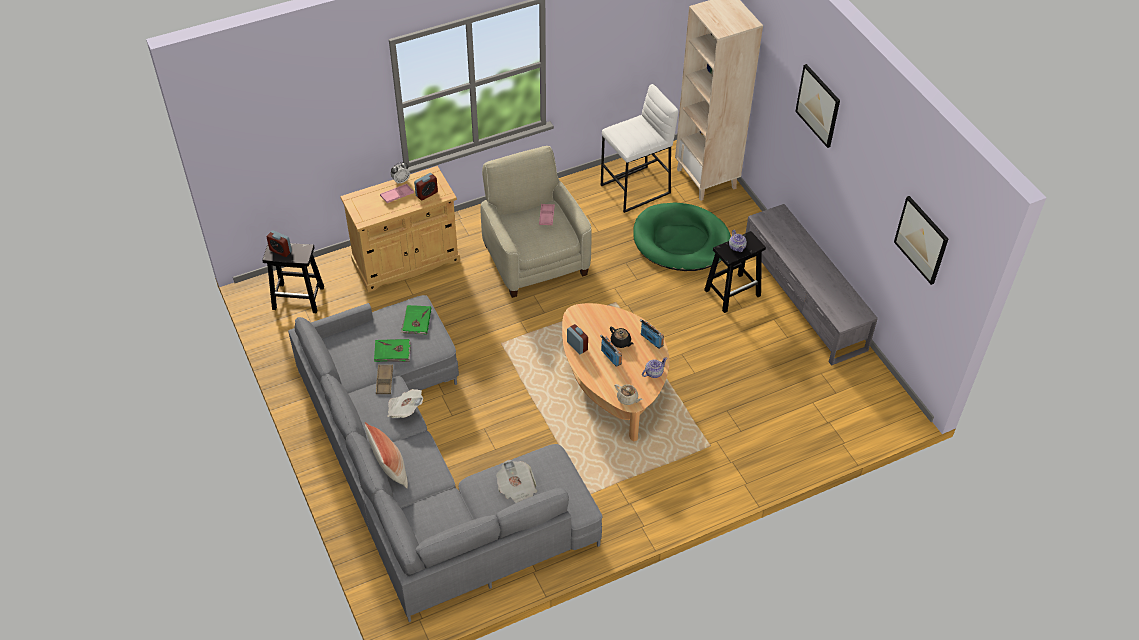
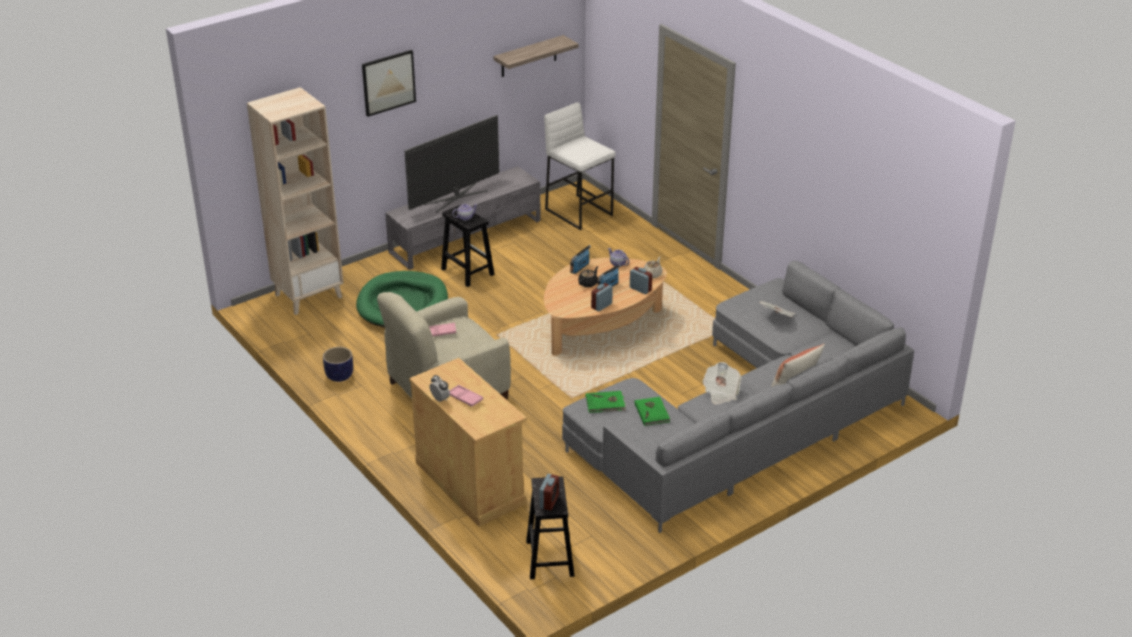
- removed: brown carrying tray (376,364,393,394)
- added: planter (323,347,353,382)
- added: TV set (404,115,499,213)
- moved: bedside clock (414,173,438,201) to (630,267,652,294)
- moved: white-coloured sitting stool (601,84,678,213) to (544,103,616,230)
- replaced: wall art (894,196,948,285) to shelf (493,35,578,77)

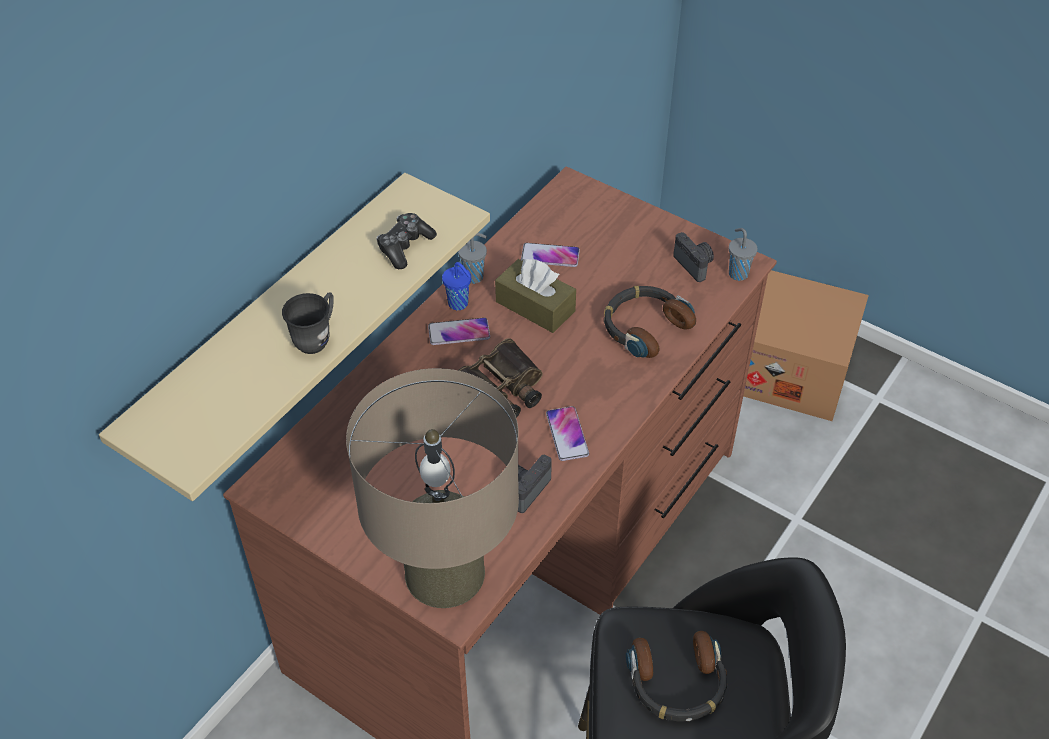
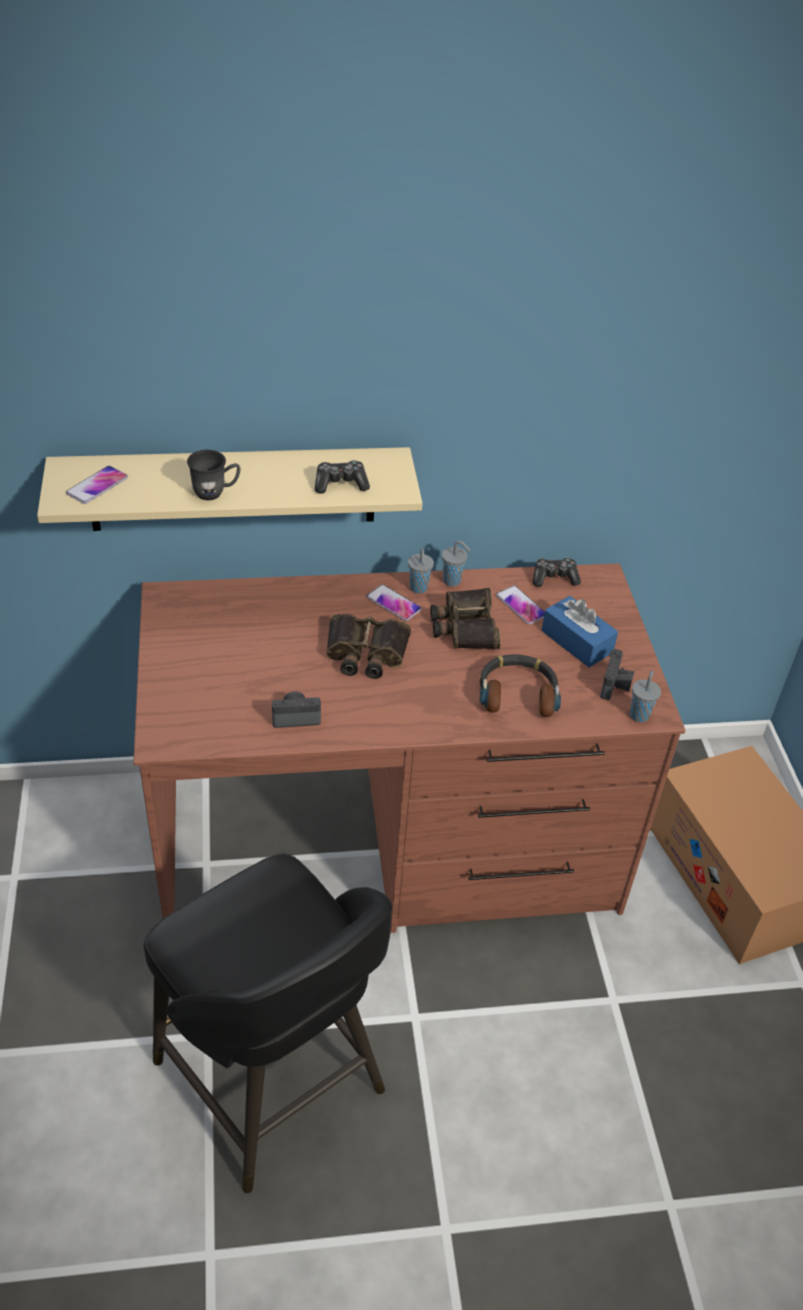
- removed: beige table lamp (346,368,519,608)
- removed: pair of headphones (626,631,727,721)
- added: game controller (533,557,581,587)
- added: blue-coloured tissue box (541,596,618,667)
- moved: telephone (546,406,589,461) to (66,466,128,504)
- replaced: brown tissue box (495,259,576,333) to pair of binoculars (430,588,500,649)
- recoloured: blue-coloured small cup (442,262,471,310) to grey small cup (408,548,434,594)

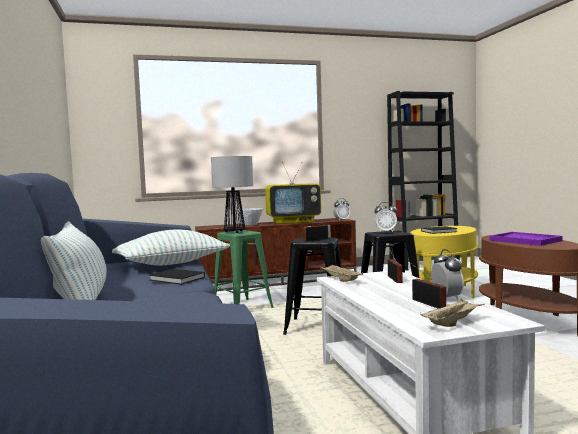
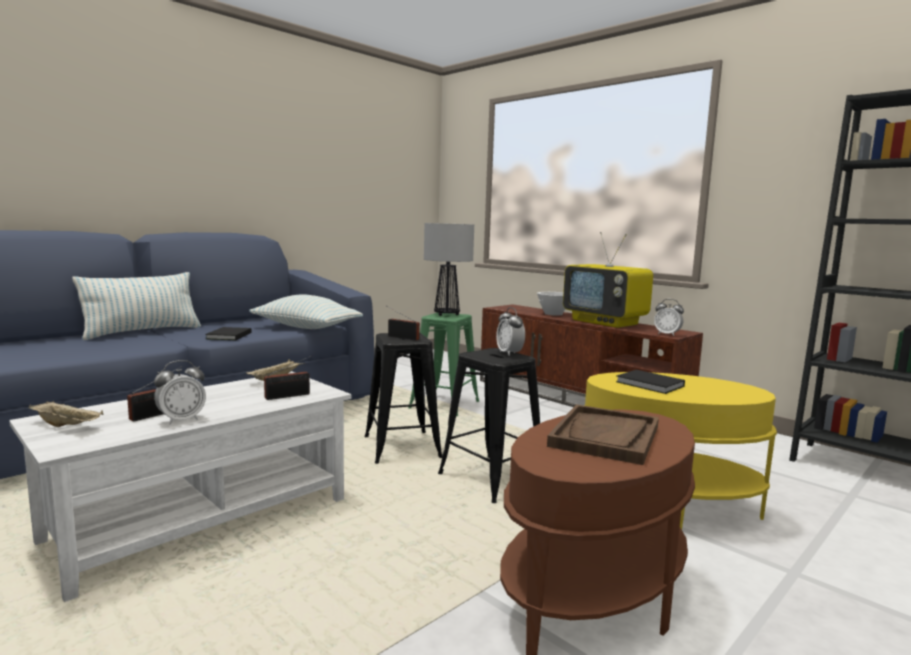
- recoloured: purple carrying tray (490,232,562,246) to brown carrying tray (547,404,659,465)

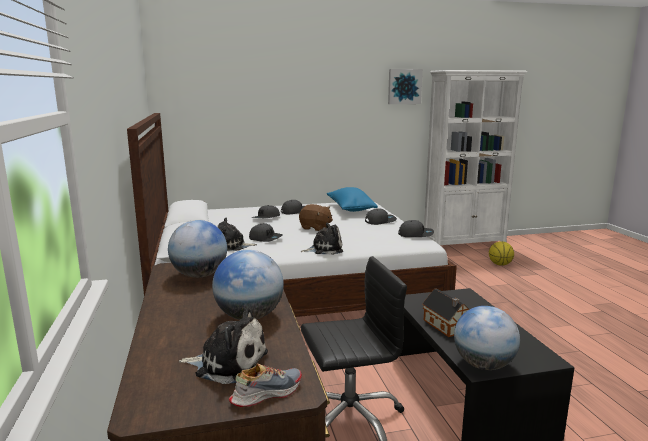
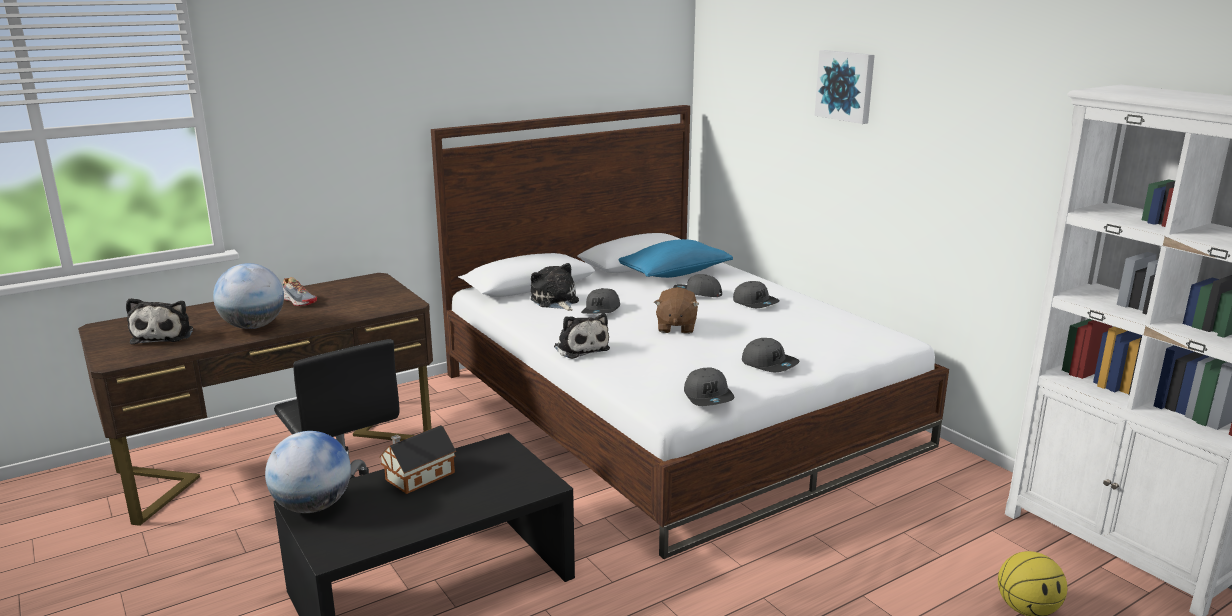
- removed: world globe (168,220,227,278)
- moved: item of footwear (229,364,302,407) to (283,277,317,306)
- moved: blue-coloured throw pillow (327,187,378,212) to (618,239,733,278)
- moved: wall art (388,69,423,104) to (815,50,875,124)

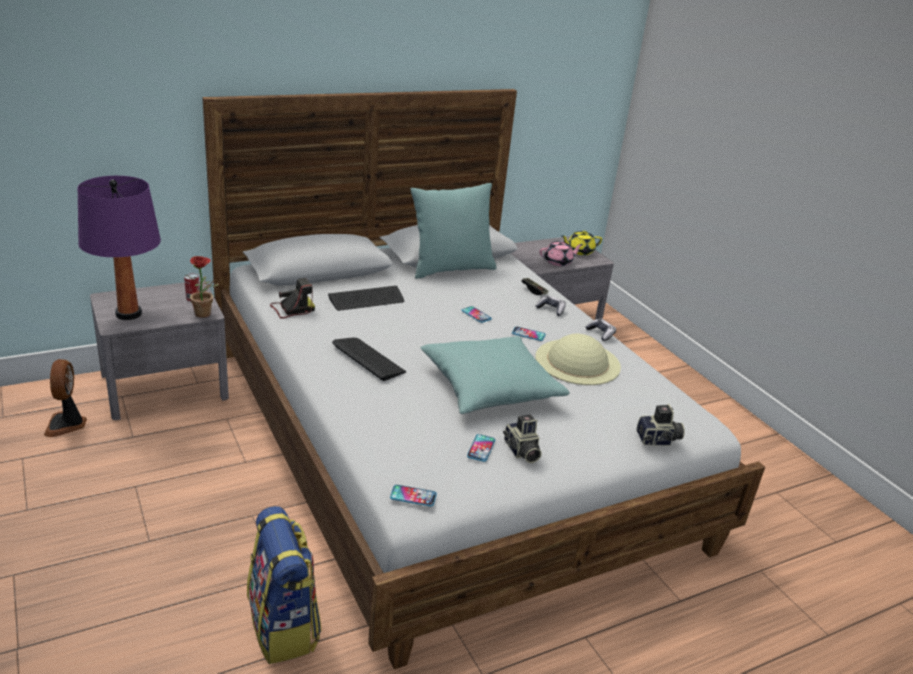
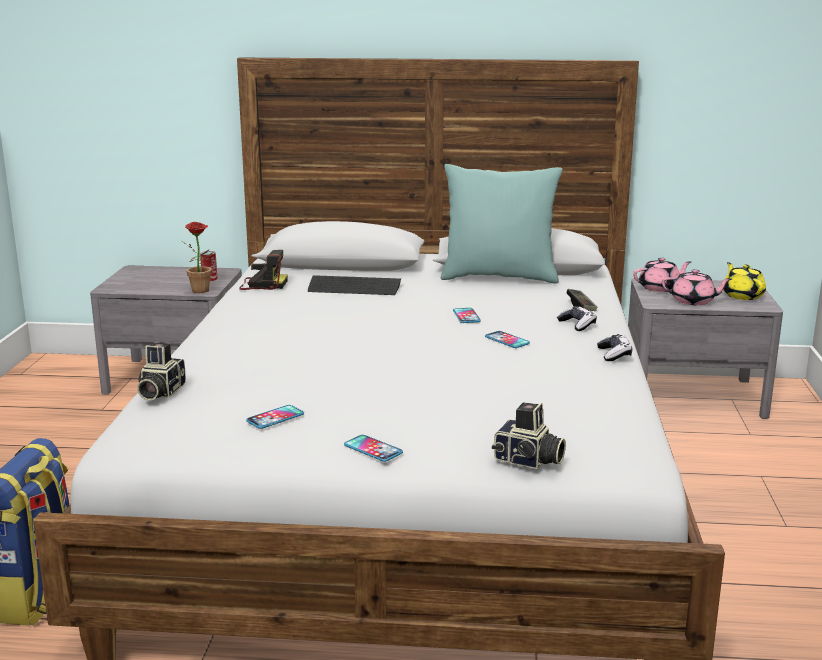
- removed: fan (44,359,87,437)
- removed: purple table lamp (77,176,161,320)
- removed: PC keyboard (332,338,406,381)
- removed: turquoise throw pillow (420,336,570,414)
- removed: beige clothing hat (536,334,621,385)
- added: pink teapot (633,257,691,292)
- moved: telephone (390,485,437,507) to (344,435,403,462)
- moved: still camera (503,414,542,463) to (137,343,186,400)
- turned: yellow teapot (562,230,602,255) = (723,262,766,300) 60 degrees clockwise

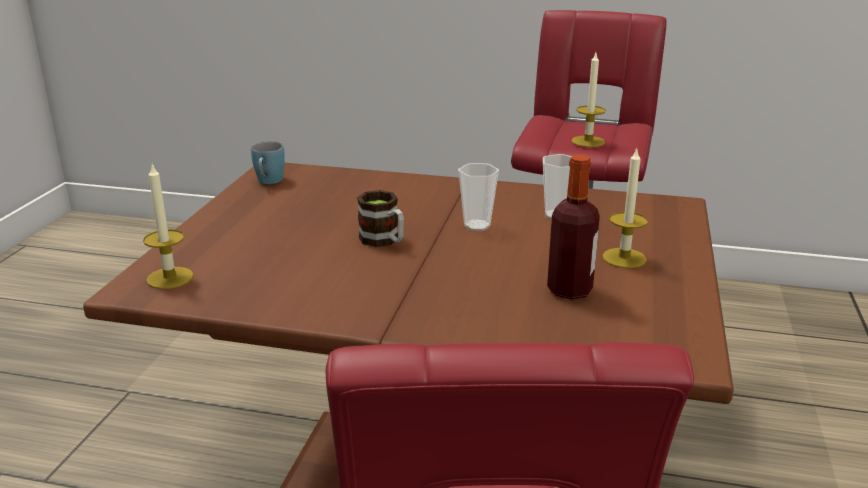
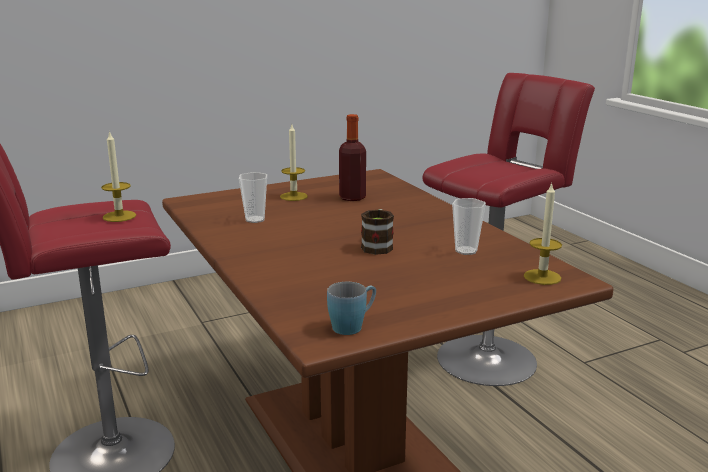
- moved: small cup (458,163,499,231) to (452,198,486,255)

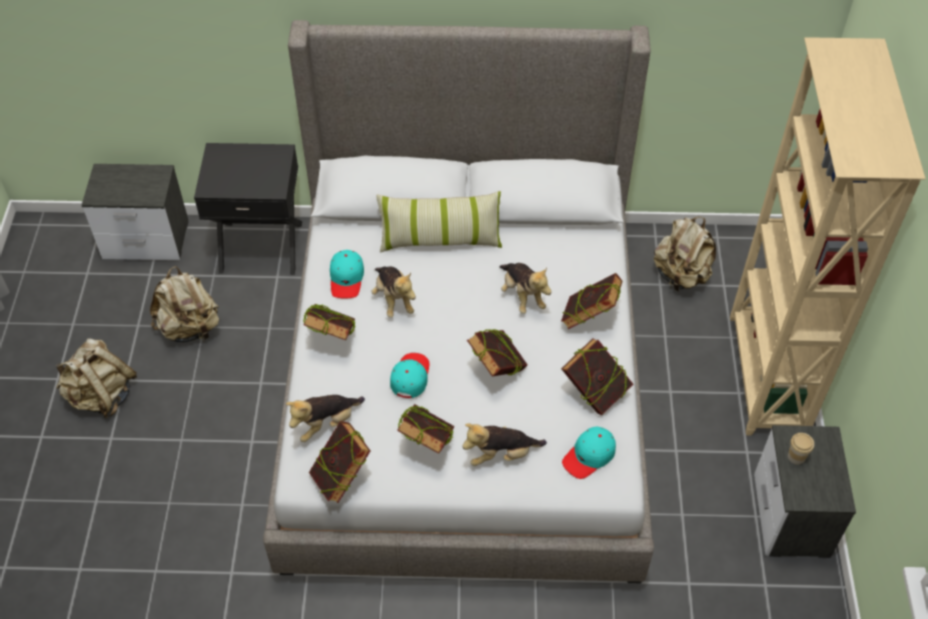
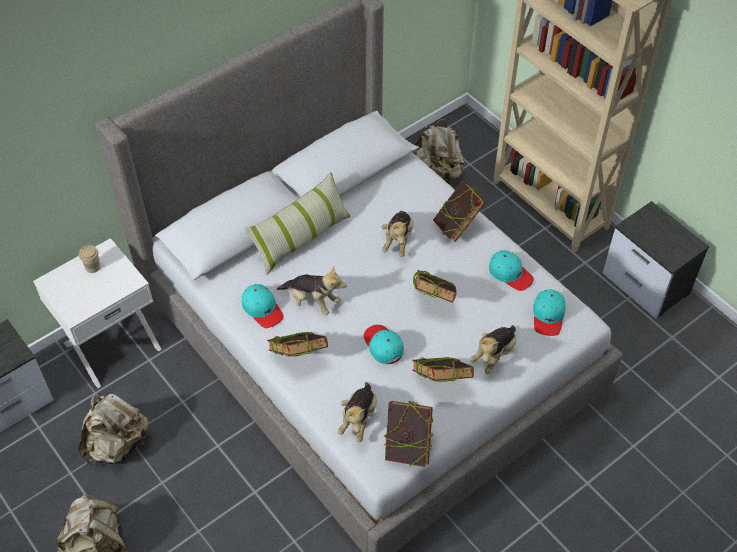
- moved: small cup (788,433,814,465) to (79,245,100,273)
- replaced: book (561,338,633,415) to turquoise peaked cap (489,250,534,291)
- recoloured: black nightstand (194,143,302,275) to white-coloured nightstand (33,238,162,388)
- turned: plush toy (499,263,551,314) = (382,211,413,257) 75 degrees clockwise

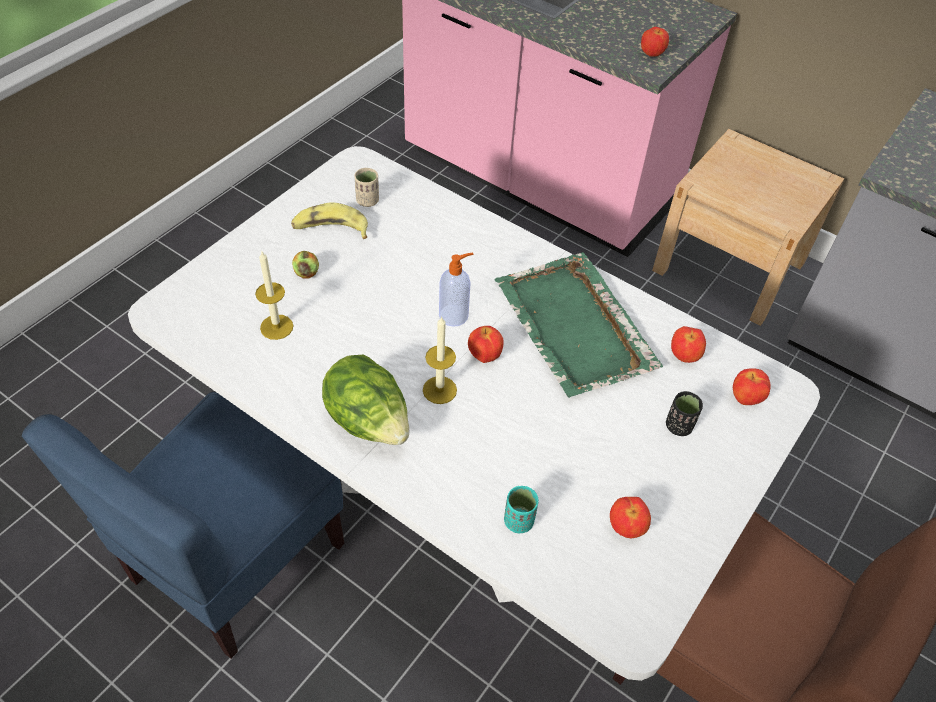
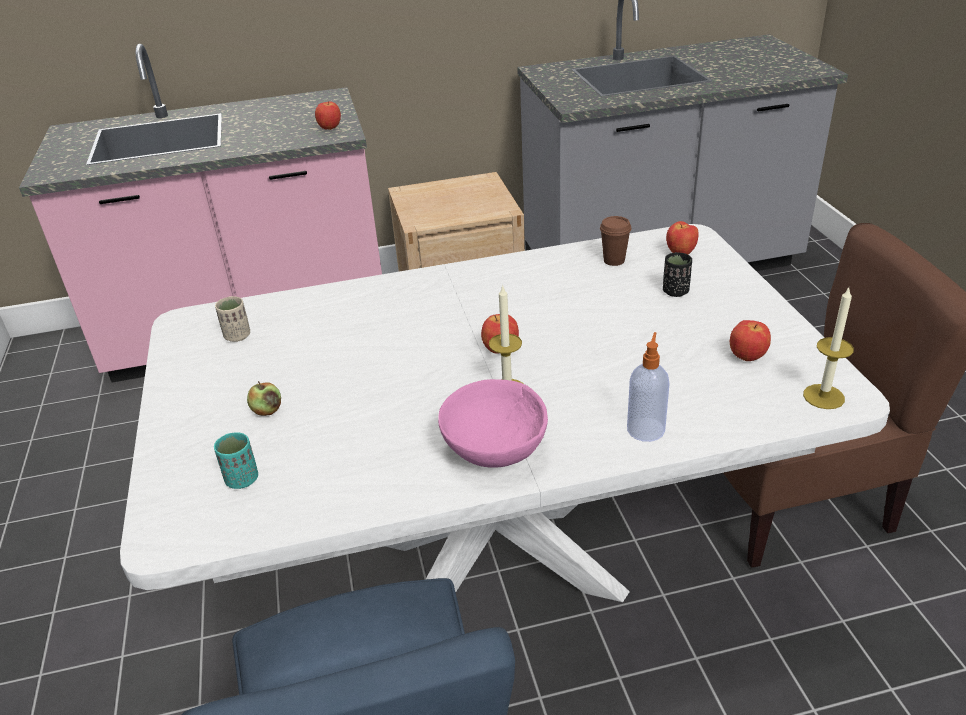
- removed: whole banana (291,202,368,239)
- removed: green-coloured carrying tray (494,252,663,398)
- moved: candle (255,251,293,340) to (803,286,854,409)
- moved: soap bottle (439,253,474,327) to (627,332,670,442)
- moved: turquoise small cup (504,486,538,533) to (214,432,258,489)
- replaced: lettuce (322,355,409,445) to pink deep dish (438,379,548,468)
- replaced: whole apple (671,326,706,363) to brown small cup (600,216,631,266)

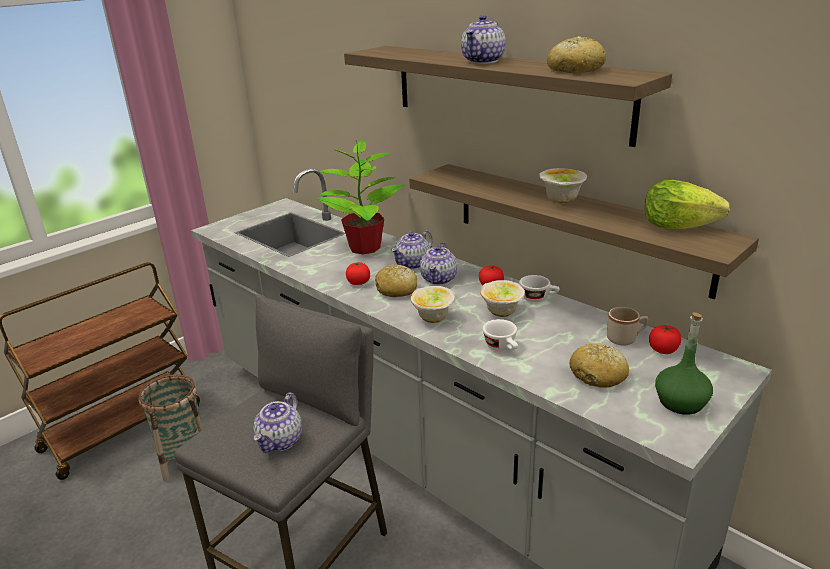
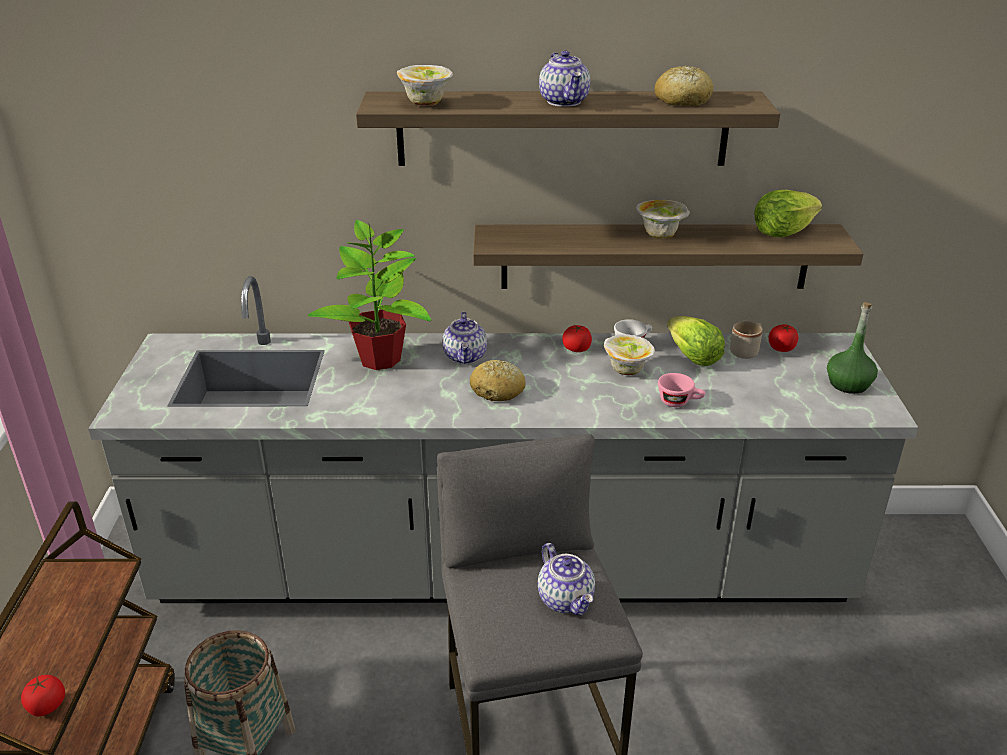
- removed: teapot (420,242,457,285)
- removed: bread (570,343,629,388)
- added: lettuce (667,316,725,366)
- moved: whole tomato (346,262,370,285) to (21,675,65,716)
- moved: deep dish (410,286,455,323) to (397,65,453,106)
- recoloured: white-coloured small cup (483,319,518,351) to pink small cup (658,373,705,407)

